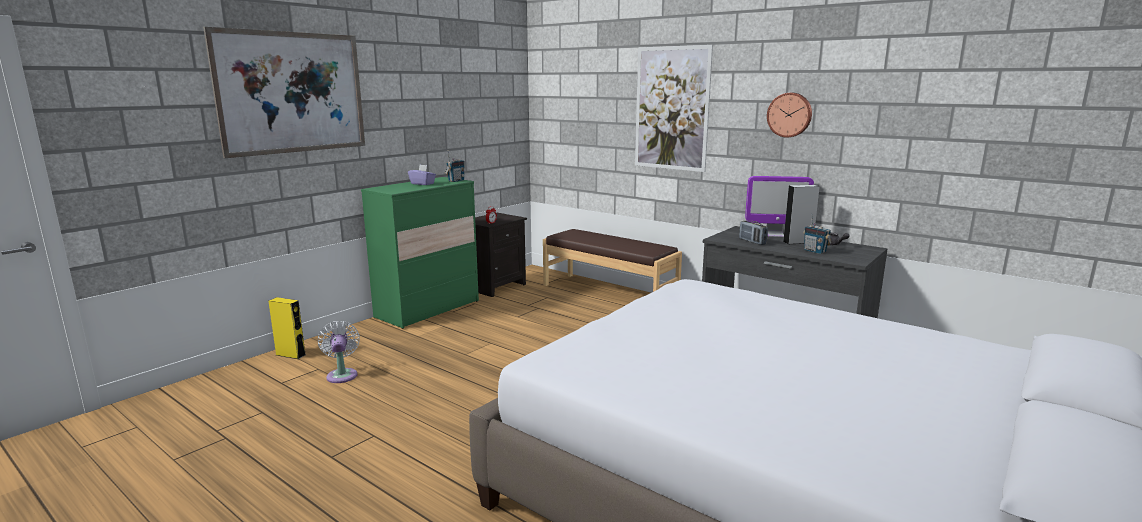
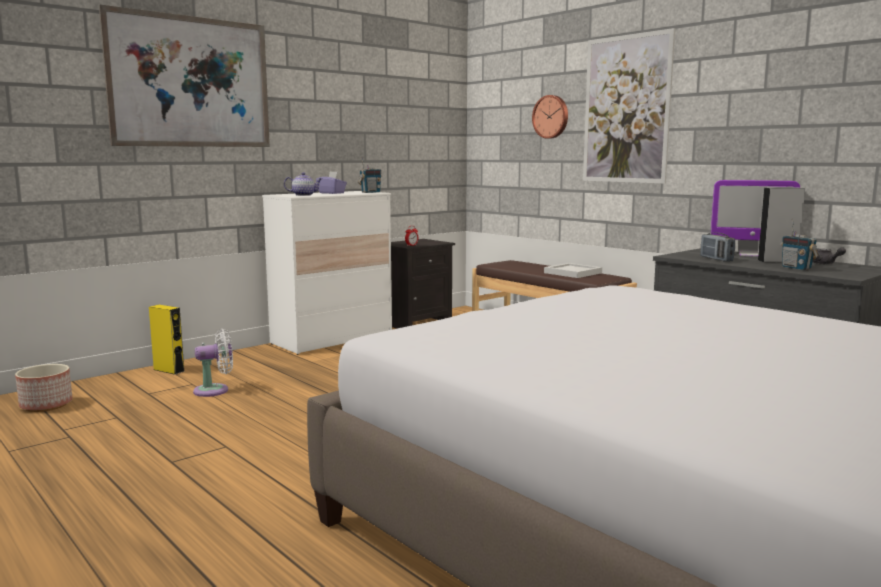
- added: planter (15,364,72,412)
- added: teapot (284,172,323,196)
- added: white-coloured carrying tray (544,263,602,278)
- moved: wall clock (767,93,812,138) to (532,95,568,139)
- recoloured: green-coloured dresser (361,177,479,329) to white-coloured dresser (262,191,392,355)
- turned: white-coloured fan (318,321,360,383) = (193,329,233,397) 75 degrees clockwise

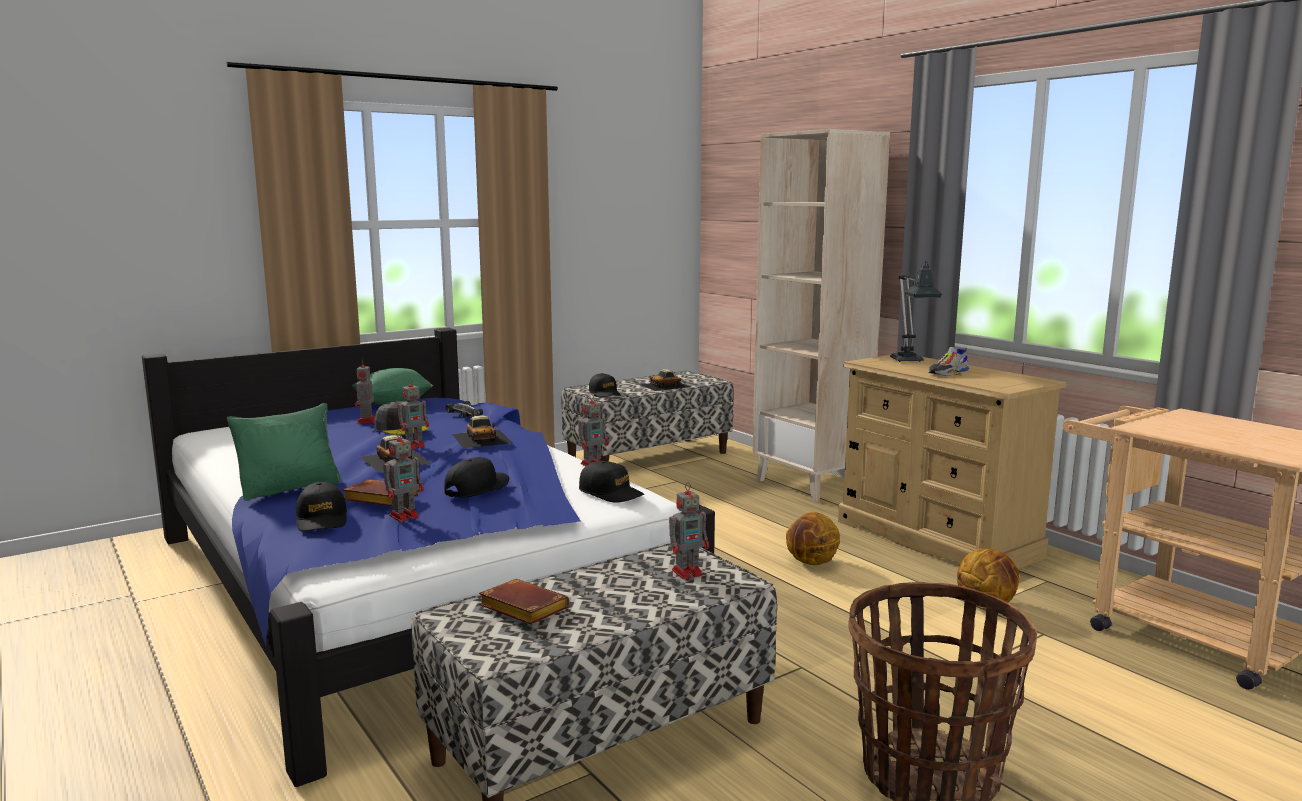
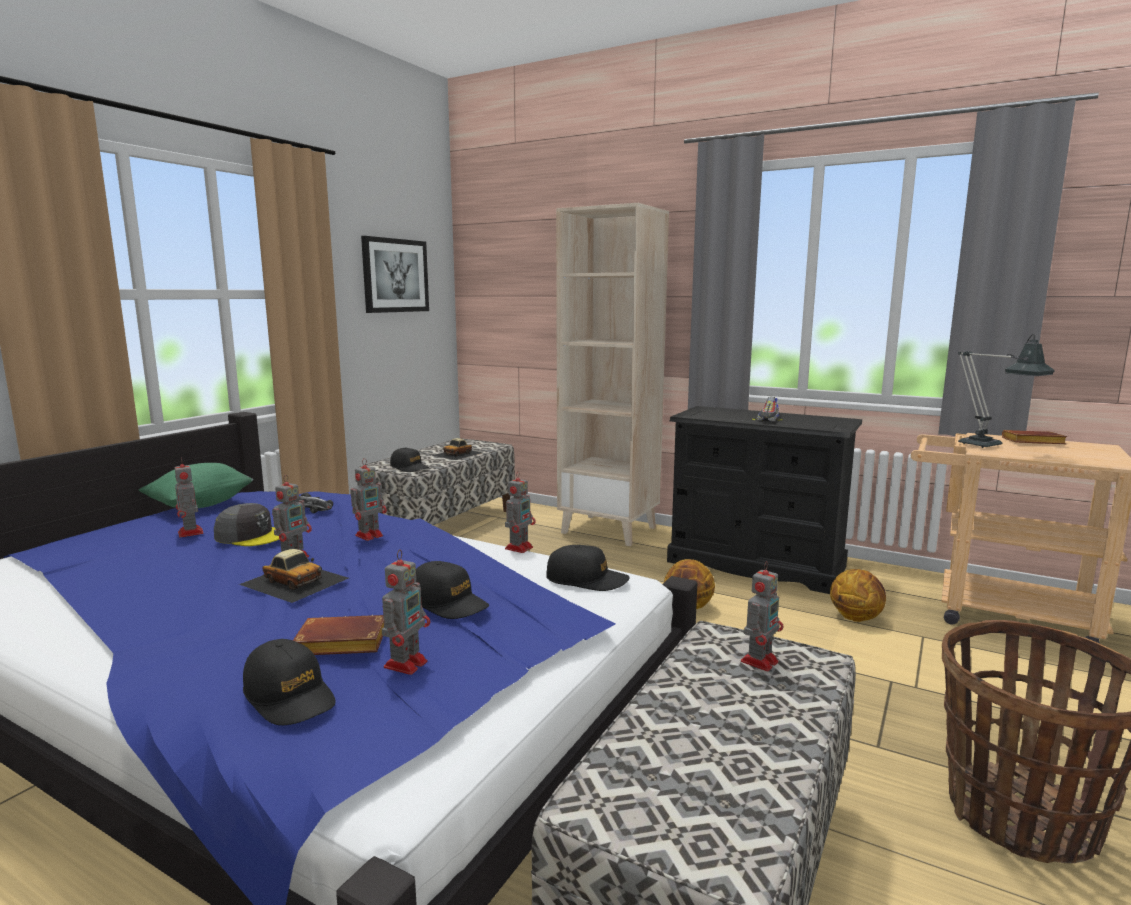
- removed: green-coloured throw pillow (227,403,342,501)
- added: wall art (361,236,429,313)
- moved: brown book (479,579,569,624) to (1002,430,1068,444)
- moved: table lamp (890,261,942,362) to (958,334,1055,448)
- replaced: toy car (452,415,513,448) to robot figure (350,458,387,541)
- recoloured: beige dresser (838,355,1066,569) to black dresser (667,406,862,594)
- turned: black peaked cap (444,457,509,497) = (416,561,489,619) 120 degrees clockwise

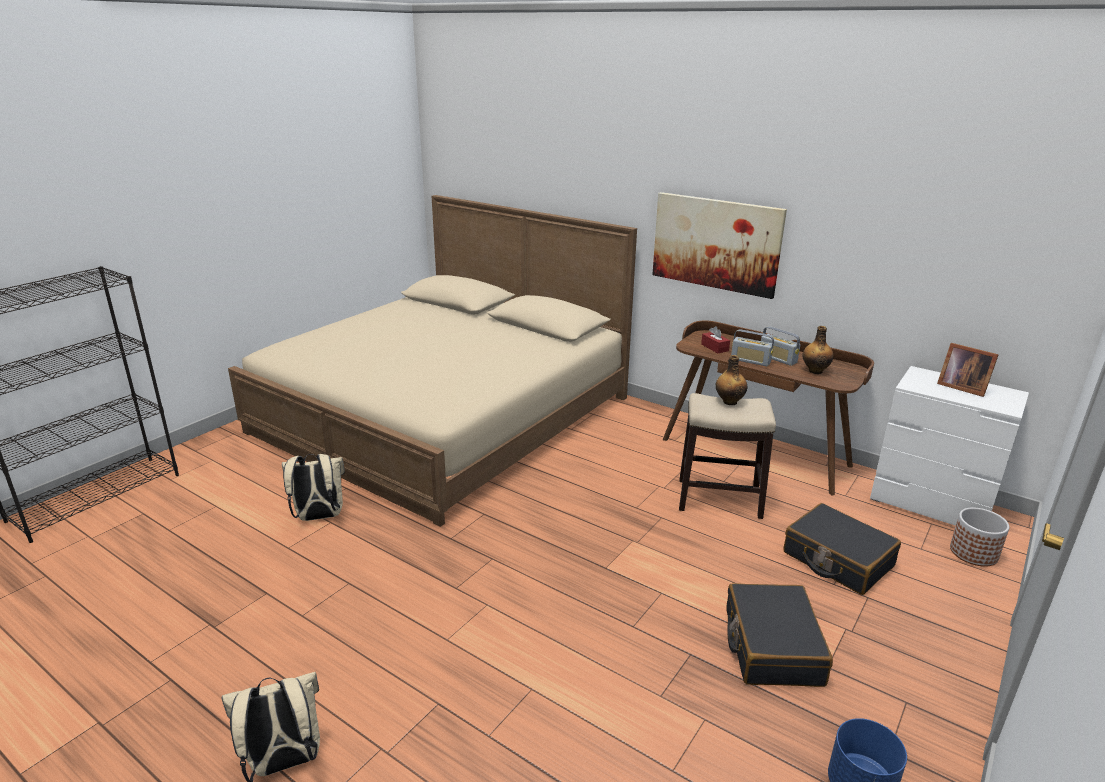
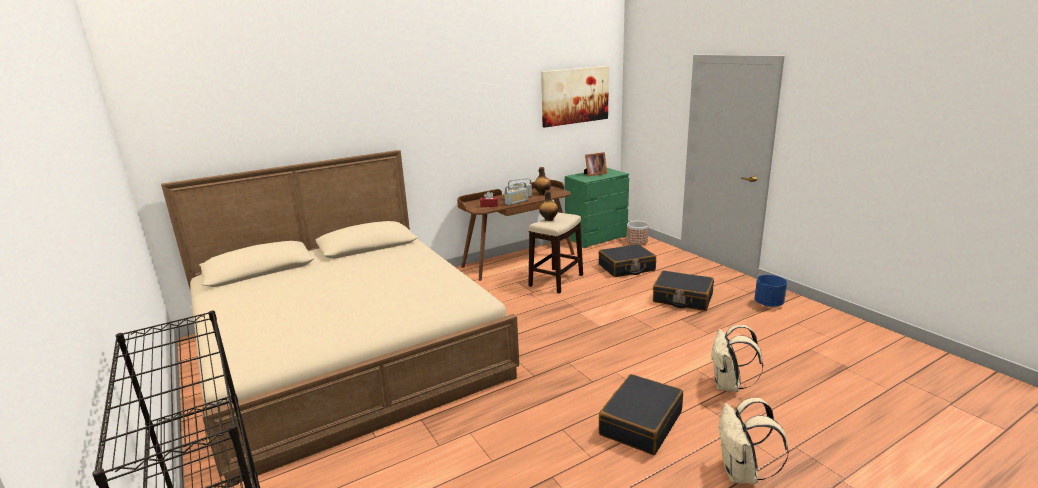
- added: black suitcase (599,374,683,455)
- moved: beige rucksack (282,454,345,521) to (711,325,763,392)
- moved: wall art (652,192,787,299) to (541,66,609,128)
- recoloured: white-coloured dresser (870,366,1029,526) to green-coloured dresser (565,168,629,248)

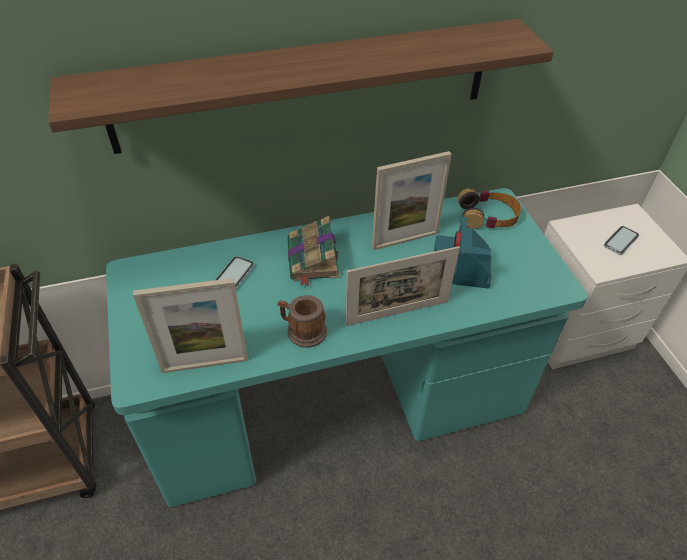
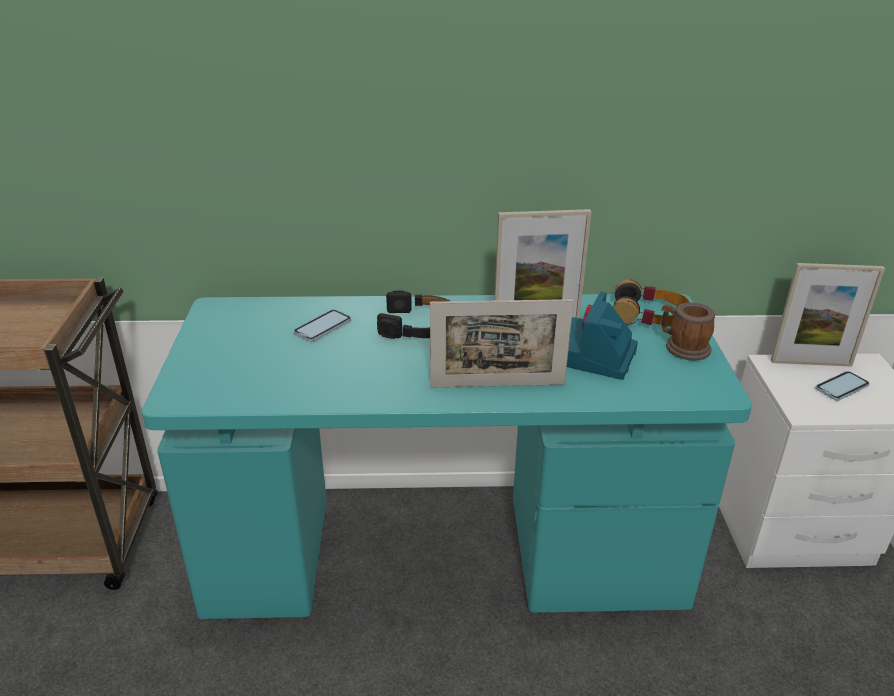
- removed: shelf (48,19,554,154)
- moved: standing frame (133,278,248,373) to (771,263,885,366)
- moved: coffee mug (278,295,327,348) to (661,303,715,361)
- replaced: book (288,216,339,287) to black pair of headphones (377,291,450,339)

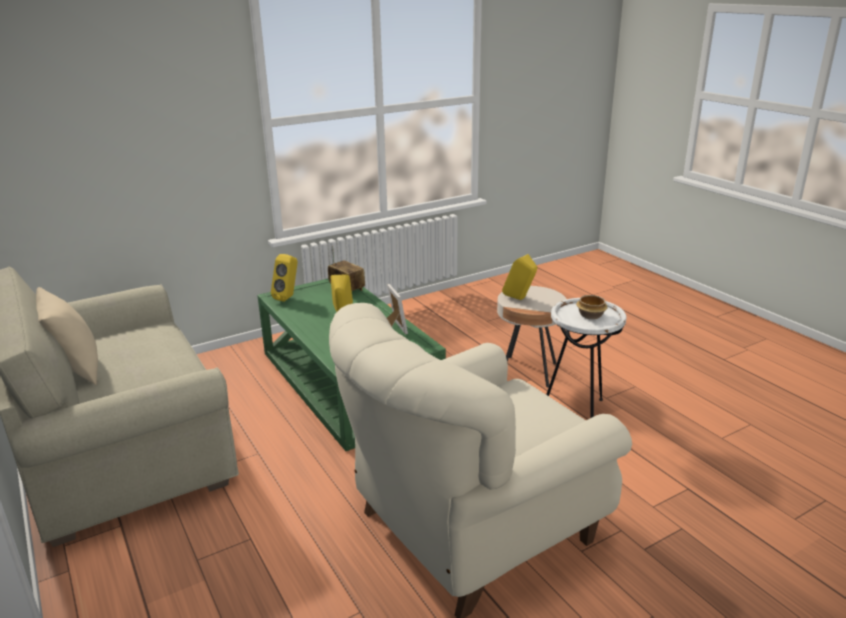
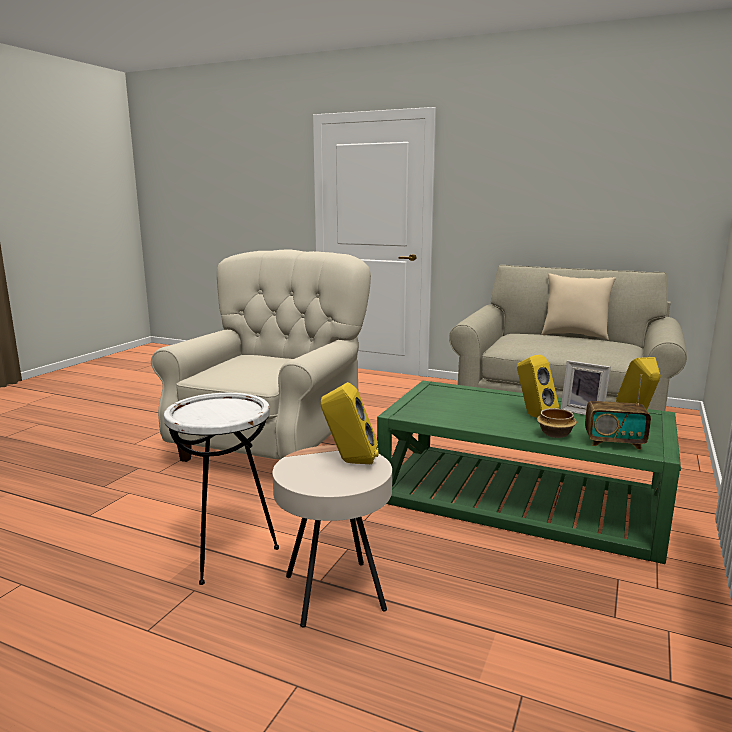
- moved: standing frame (387,284,408,335) to (560,360,611,415)
- moved: deep dish (576,295,608,320) to (537,408,577,438)

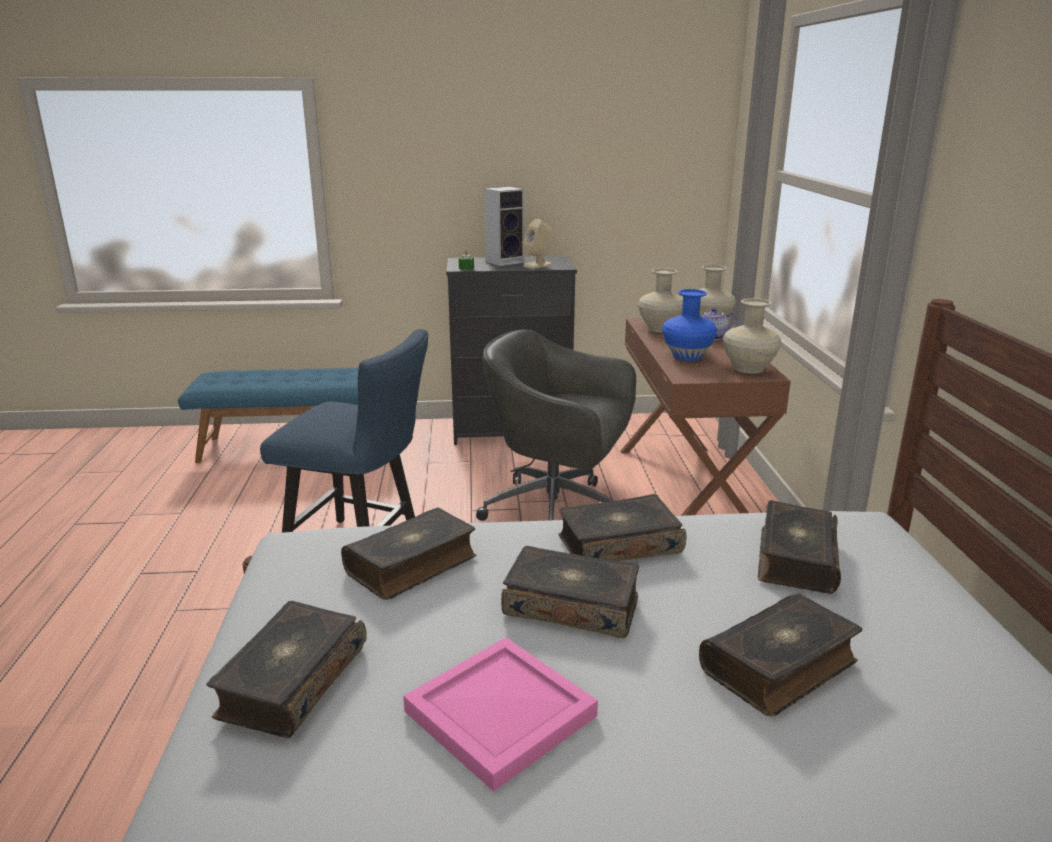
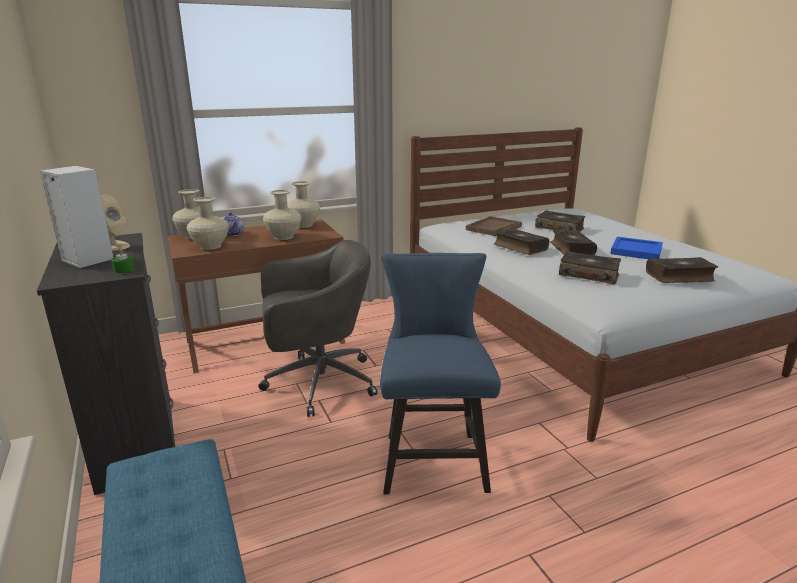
- replaced: book (758,500,841,594) to brown carrying tray (466,216,522,237)
- recoloured: pink carrying tray (403,637,598,792) to blue-coloured carrying tray (611,237,663,259)
- recoloured: blue-coloured vase (662,289,717,361) to beige vase (263,190,302,240)
- turned: grey computer chair (476,329,636,521) = (258,240,377,417) 105 degrees counterclockwise

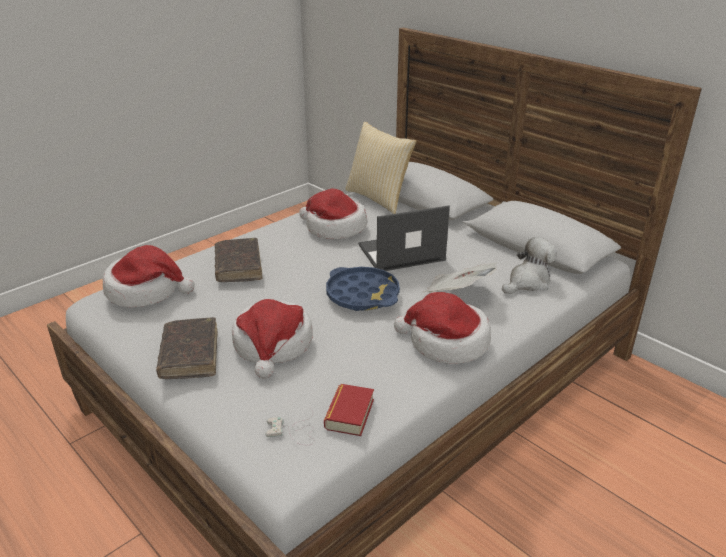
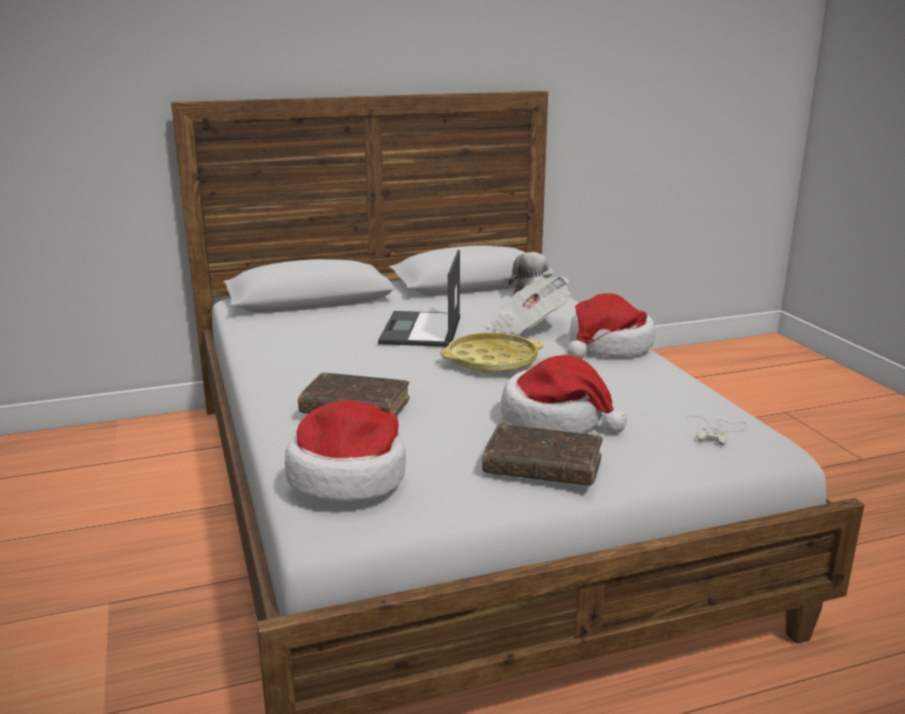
- removed: clothing hat (299,189,367,239)
- removed: book (324,384,374,436)
- removed: throw pillow (345,122,416,214)
- recoloured: blue-coloured carrying tray (326,267,400,311) to yellow carrying tray (440,333,543,373)

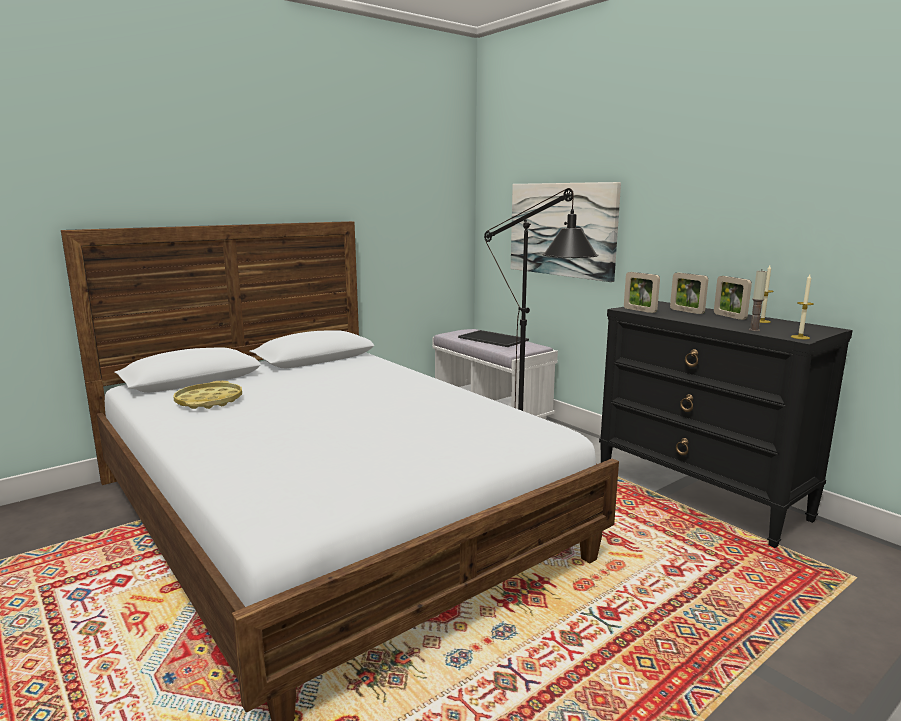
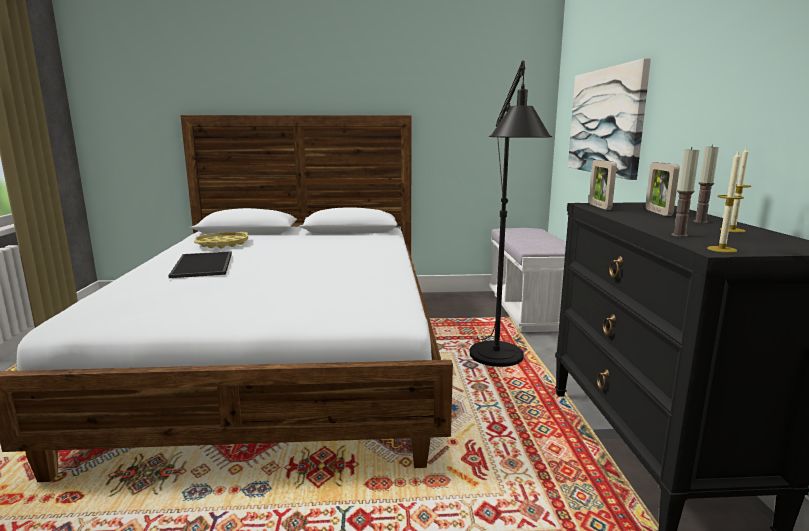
- moved: carrying tray (458,330,529,347) to (168,251,232,278)
- replaced: standing frame (714,276,752,320) to candle (693,144,719,223)

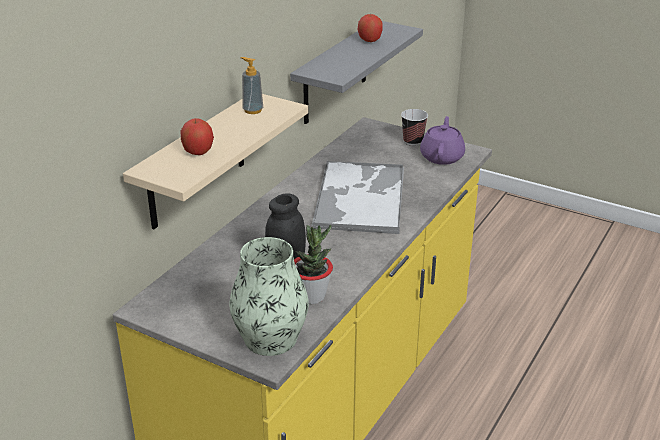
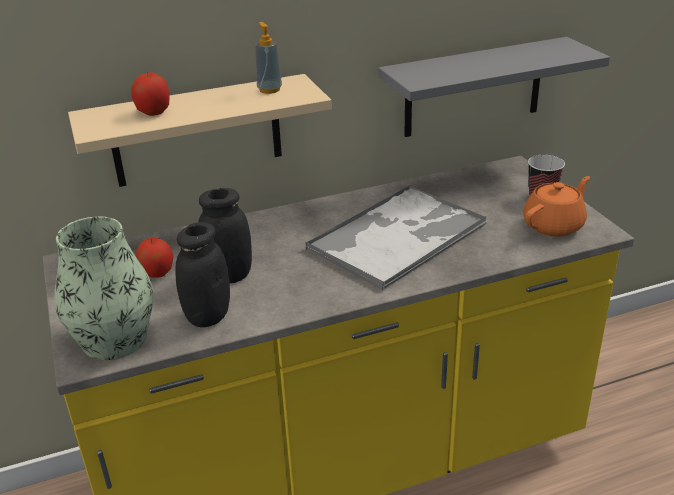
- moved: whole apple (357,14,383,42) to (136,237,174,278)
- replaced: plant in a pot (294,225,333,304) to black preserve jar (175,222,230,327)
- recoloured: purple teapot (420,116,465,165) to orange-coloured teapot (523,176,590,237)

